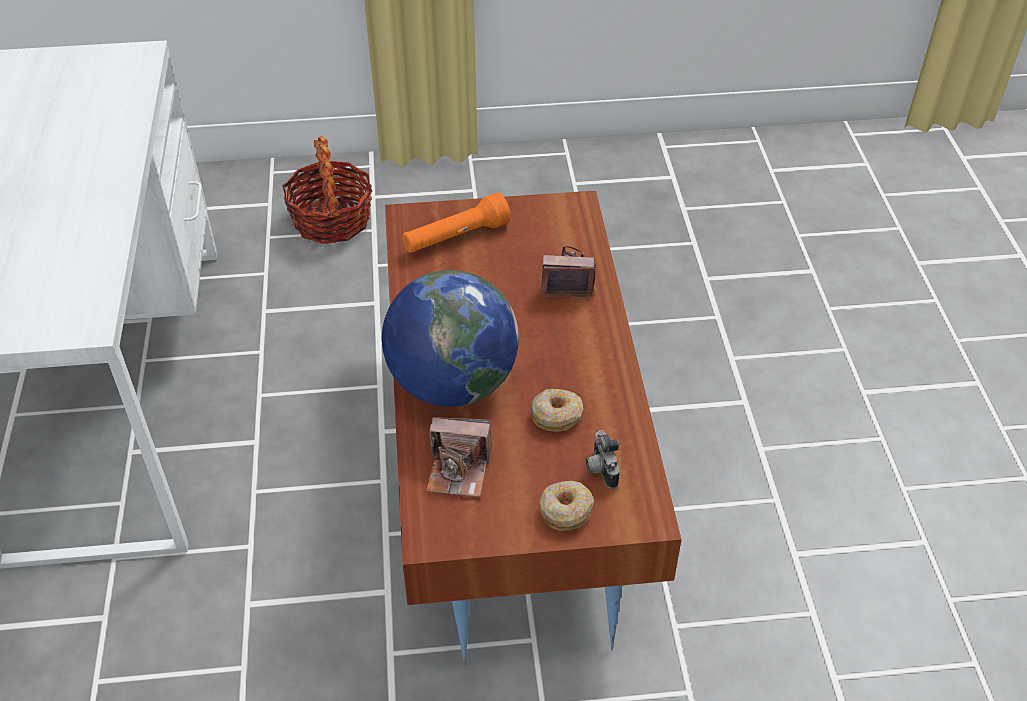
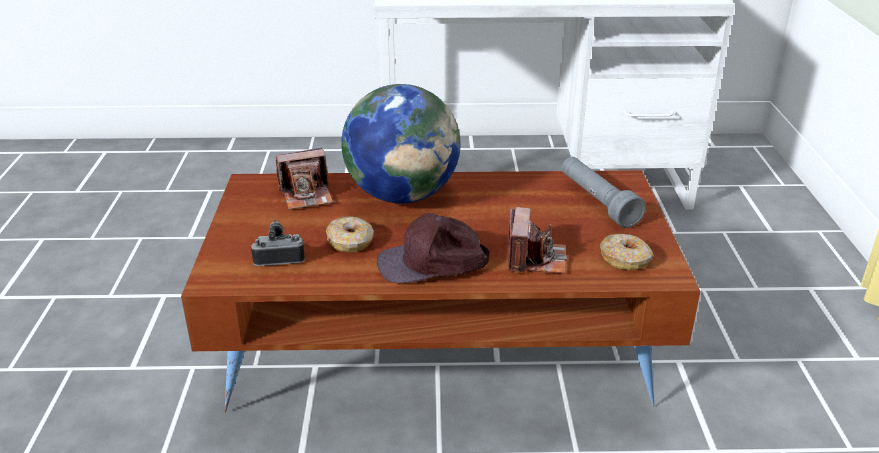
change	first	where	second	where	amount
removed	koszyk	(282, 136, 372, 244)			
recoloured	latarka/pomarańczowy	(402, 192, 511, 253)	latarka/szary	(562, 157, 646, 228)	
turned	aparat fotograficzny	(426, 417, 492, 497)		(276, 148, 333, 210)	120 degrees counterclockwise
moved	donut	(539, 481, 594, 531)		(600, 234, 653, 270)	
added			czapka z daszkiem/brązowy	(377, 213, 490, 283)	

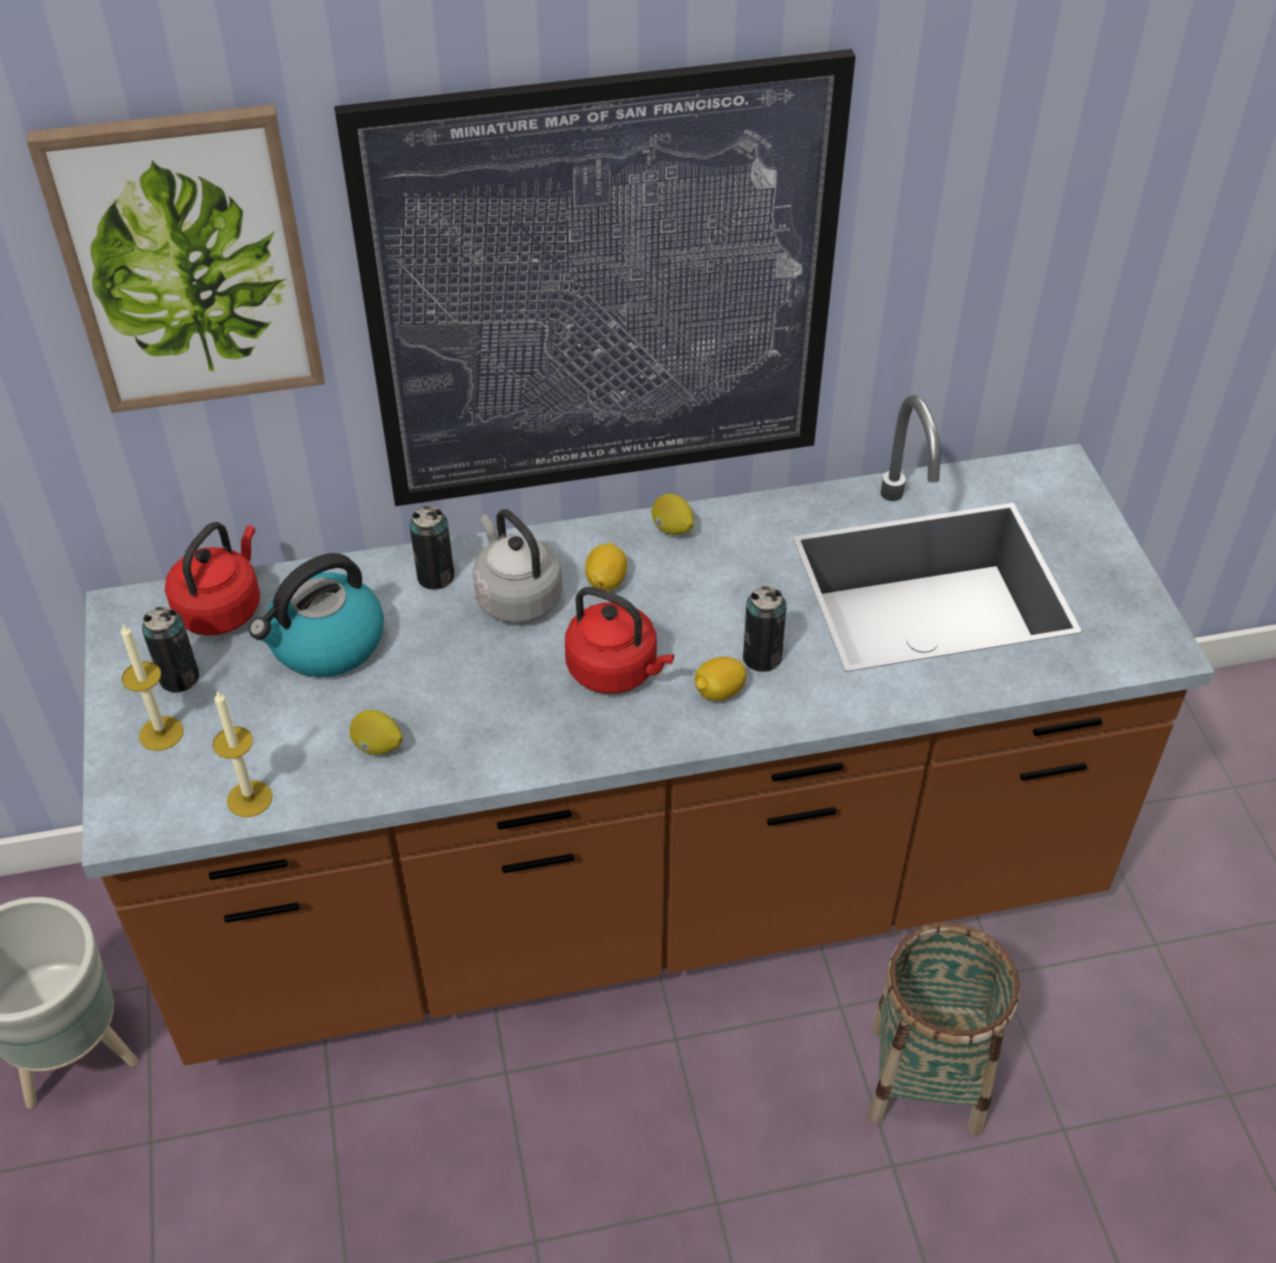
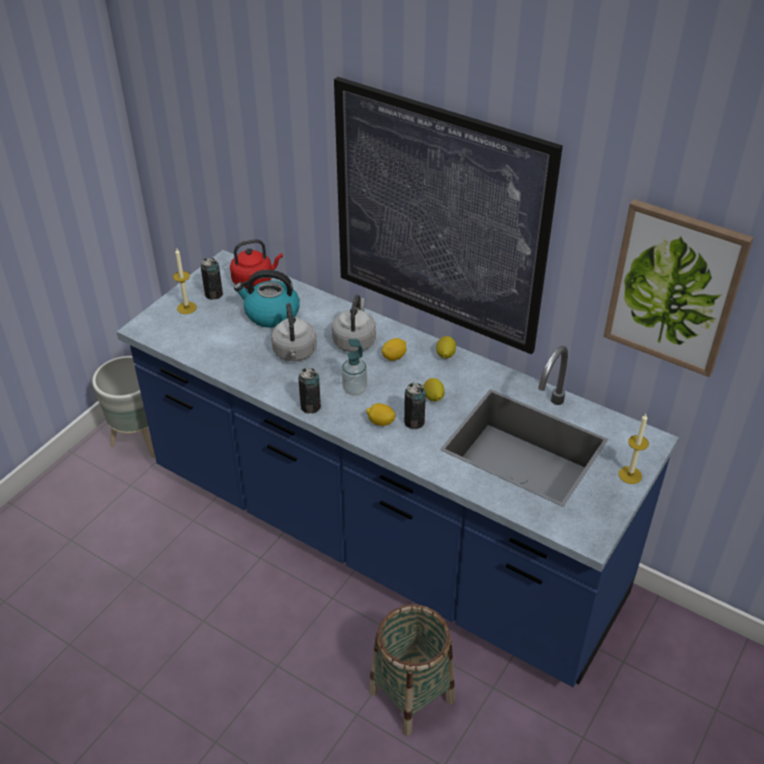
change	first	where	second	where	amount
moved	obraz	(27, 104, 325, 413)		(603, 199, 754, 377)	
recoloured	zabudowa kuchenna/brązowy	(82, 395, 1214, 1065)	zabudowa kuchenna/niebieski	(117, 250, 679, 687)	
moved	puszka	(409, 506, 454, 590)		(298, 368, 321, 413)	
replaced	czajnik/czerwony	(565, 587, 674, 694)	dozownik mydła	(342, 339, 367, 395)	
moved	świeca	(212, 690, 273, 817)		(619, 414, 649, 484)	
moved	cytryna	(350, 710, 403, 755)		(423, 378, 444, 401)	
added			czajnik/szary	(271, 303, 317, 361)	

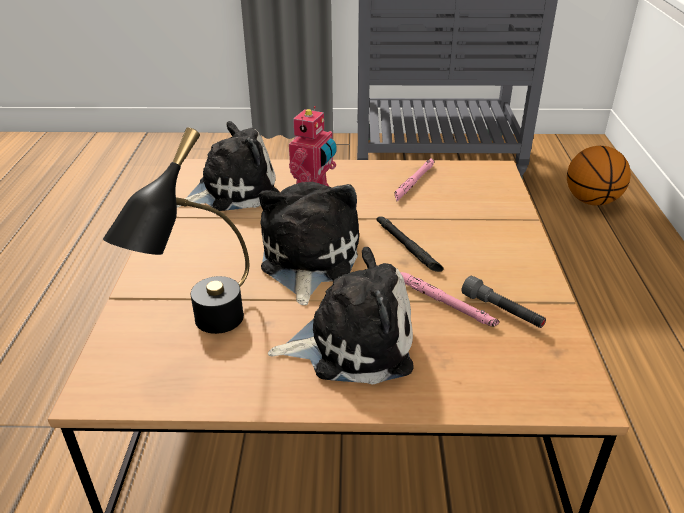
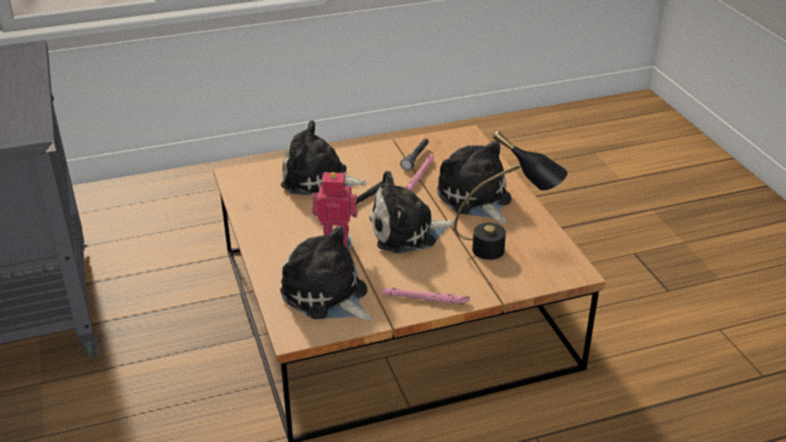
change	first	where	second	where	amount
removed	piłka do koszykówki	(567, 146, 631, 206)			
moved	latarka/różowy	(395, 158, 434, 201)		(382, 287, 470, 304)	
added			pluszak	(281, 120, 367, 196)	

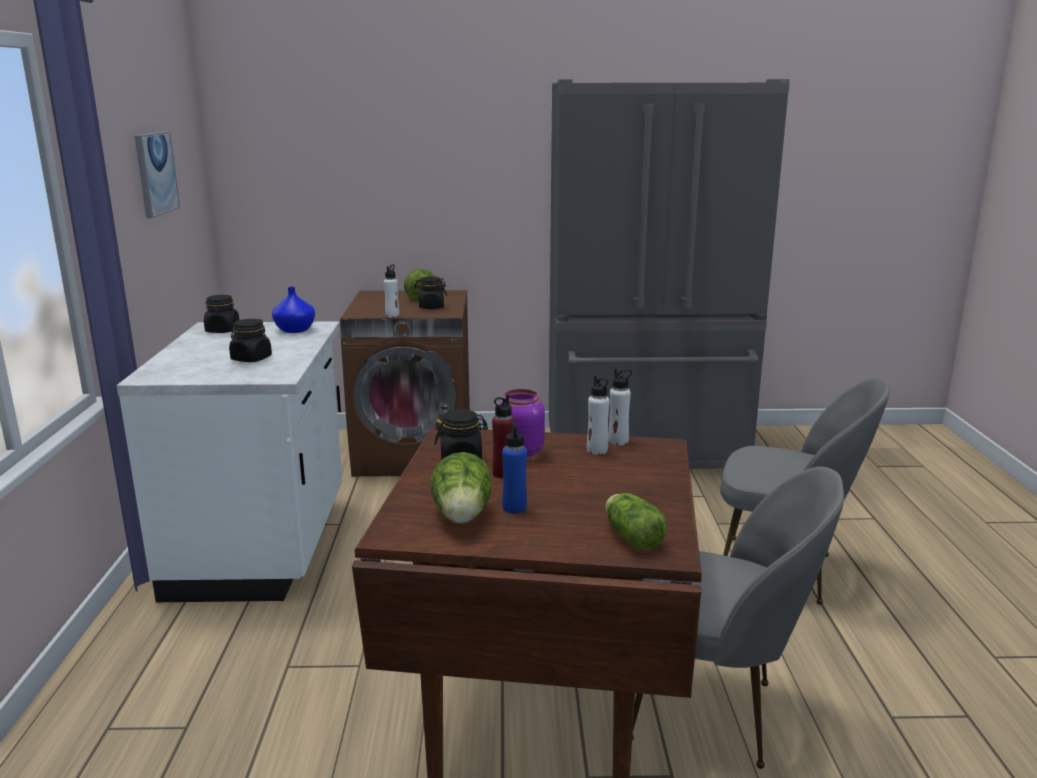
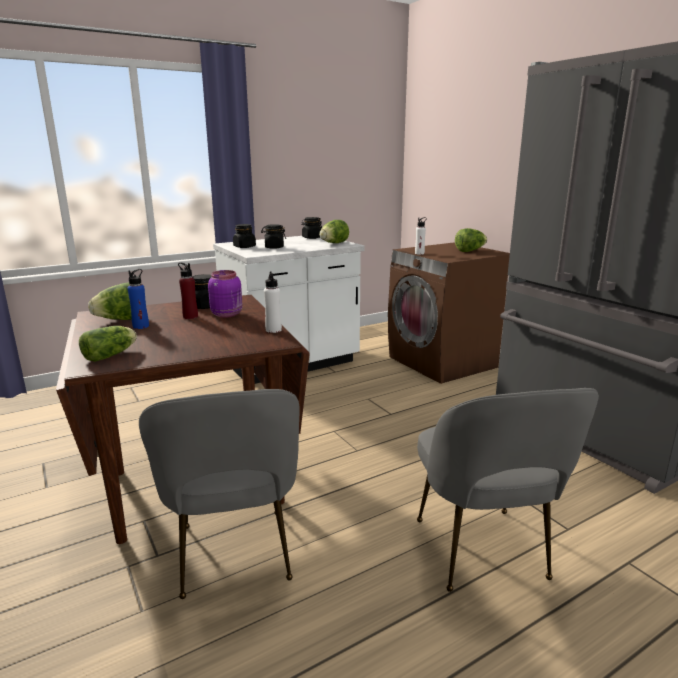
change	first	where	second	where	amount
removed	obraz	(135, 132, 180, 218)			
moved	słoik/czarny	(414, 277, 447, 309)		(233, 224, 256, 248)	
replaced	wazon/niebieski	(272, 287, 315, 333)	sałata	(319, 220, 349, 243)	
removed	butelka/biały	(587, 375, 610, 455)			

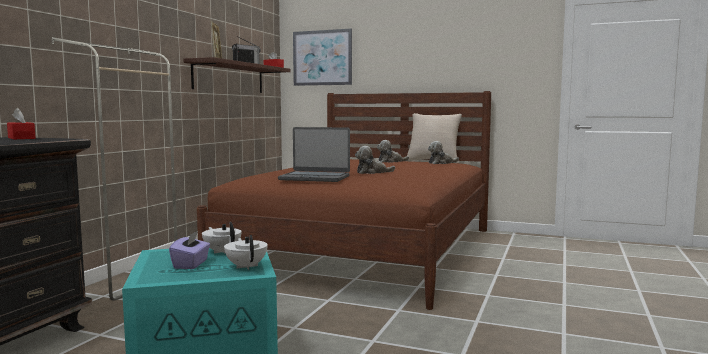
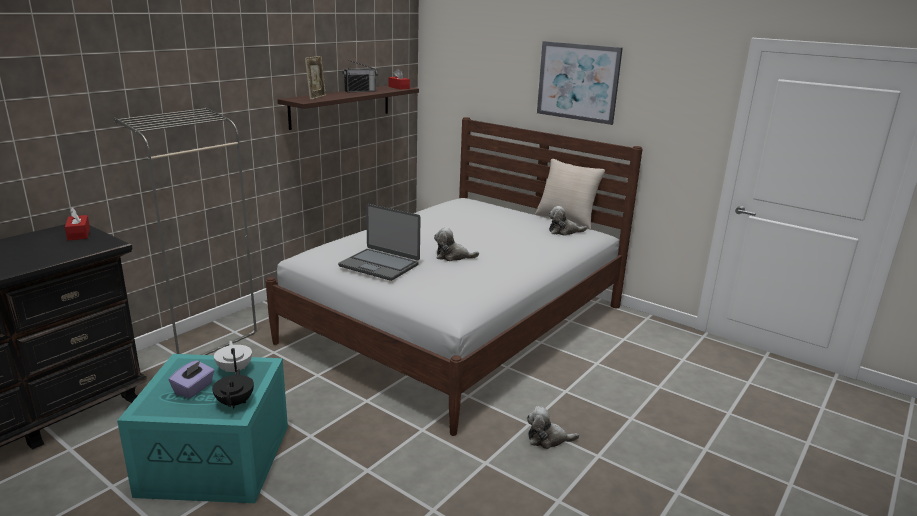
change	first	where	second	where	amount
moved	obraz	(293, 29, 352, 86)		(537, 41, 623, 125)	
recoloured	łóżko/brązowy	(197, 91, 491, 310)	łóżko/biały	(266, 117, 643, 436)	
moved	pluszak	(377, 140, 409, 163)		(527, 406, 579, 449)	
recoloured	imbryk/biały	(224, 235, 268, 270)	imbryk/czarny	(212, 369, 254, 409)	

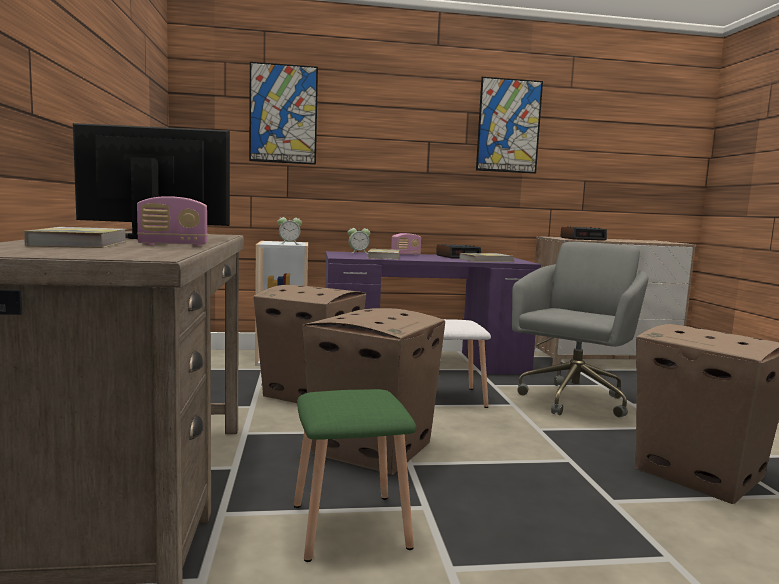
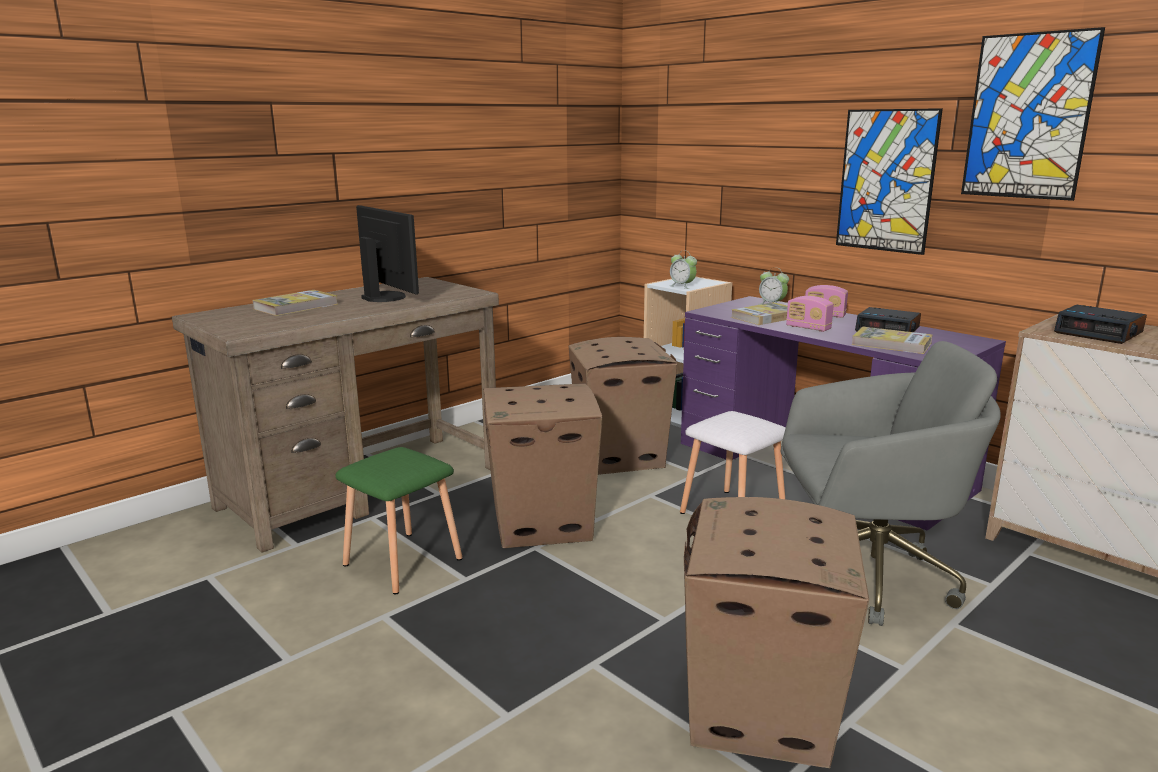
change	first	where	second	where	amount
moved	obraz	(249, 62, 318, 165)		(836, 108, 943, 255)	
moved	radio	(137, 196, 208, 246)		(786, 296, 834, 332)	

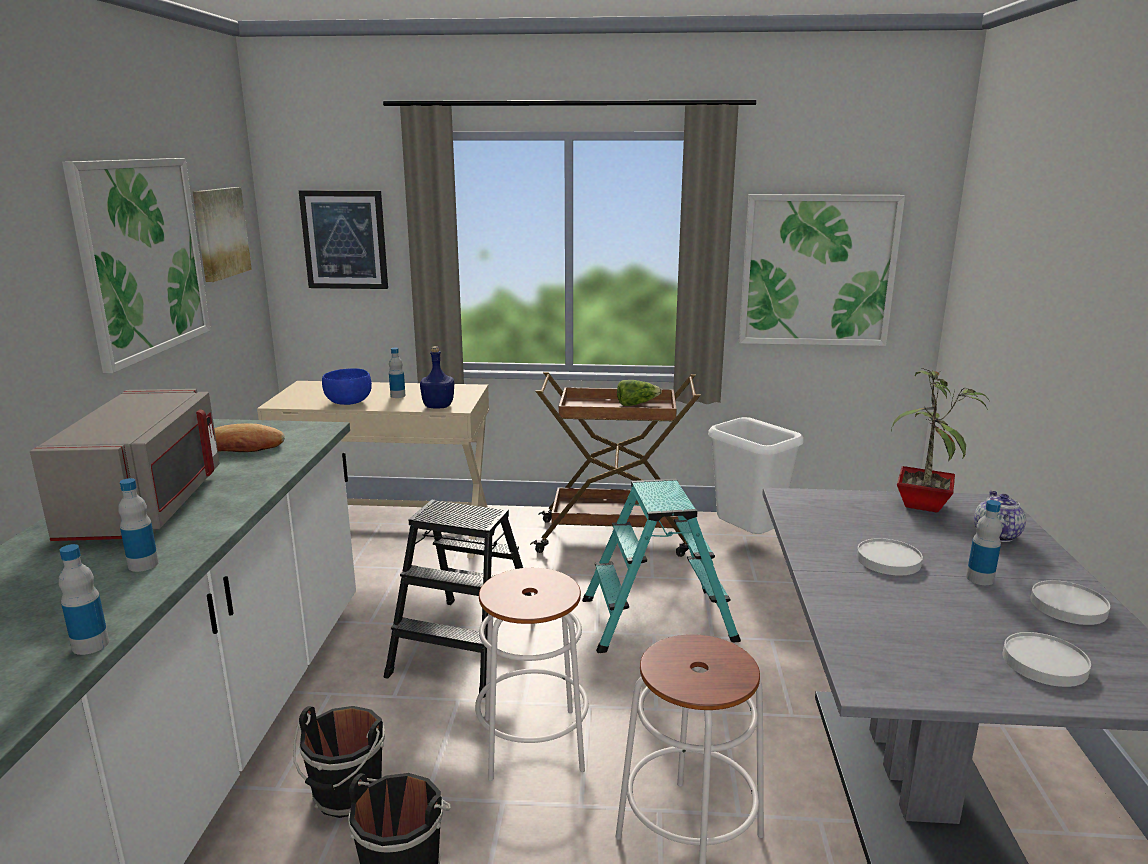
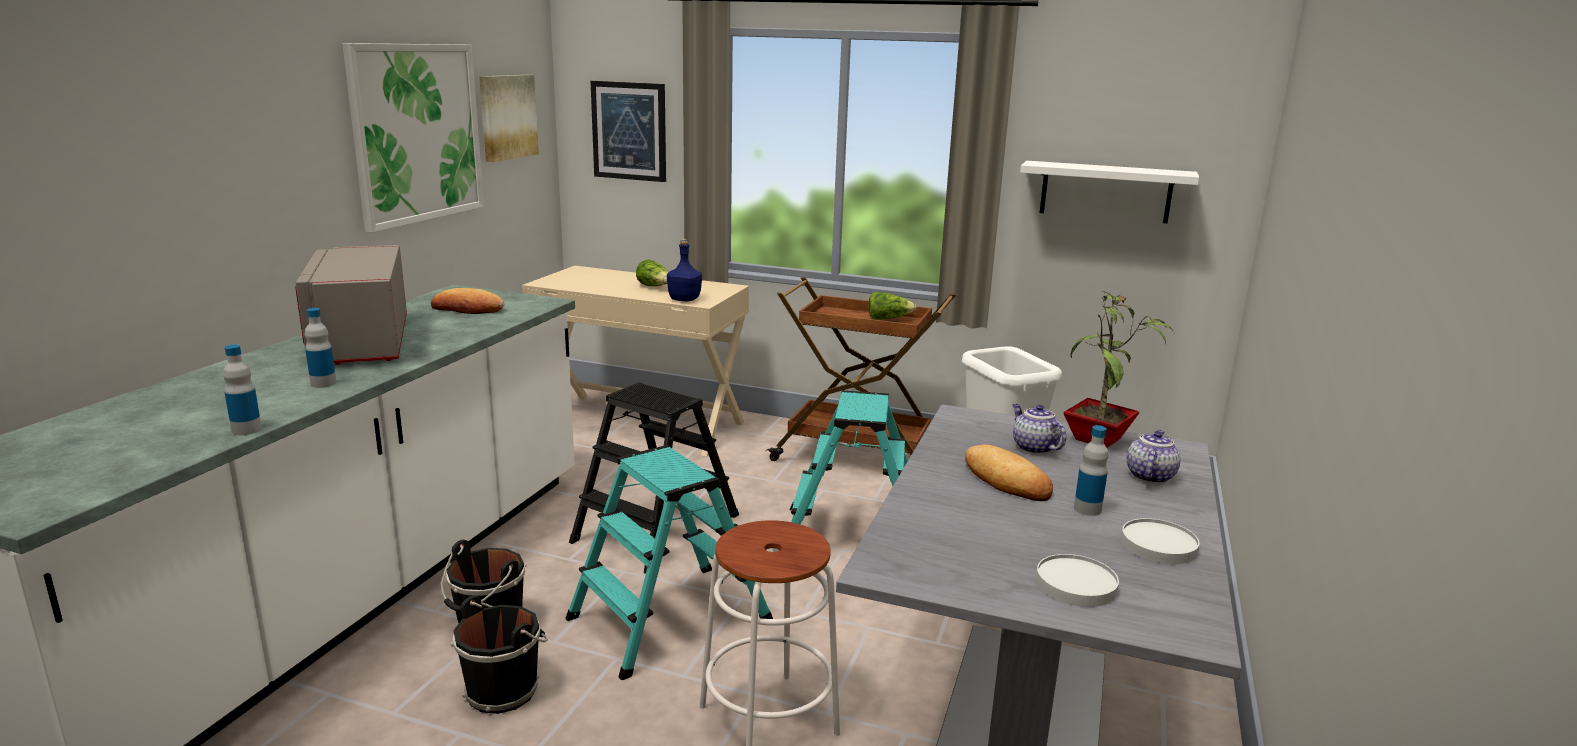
change	first	where	second	where	amount
replaced	obraz	(739, 194, 905, 346)	półka/biały	(1020, 161, 1199, 223)	
replaced	butelka	(389, 348, 406, 398)	sałata	(636, 259, 669, 286)	
removed	miska/niebieski	(322, 368, 372, 405)			
turned	mikrofalówka/szary	(30, 389, 220, 541)		(295, 245, 407, 364)	150 degrees clockwise
replaced	talerz/biały	(857, 538, 923, 575)	chleb	(965, 444, 1053, 501)	
replaced	stołek/biały	(475, 568, 589, 781)	drabinka/turkusowy	(565, 445, 773, 680)	
added			imbryk	(1012, 404, 1066, 454)	

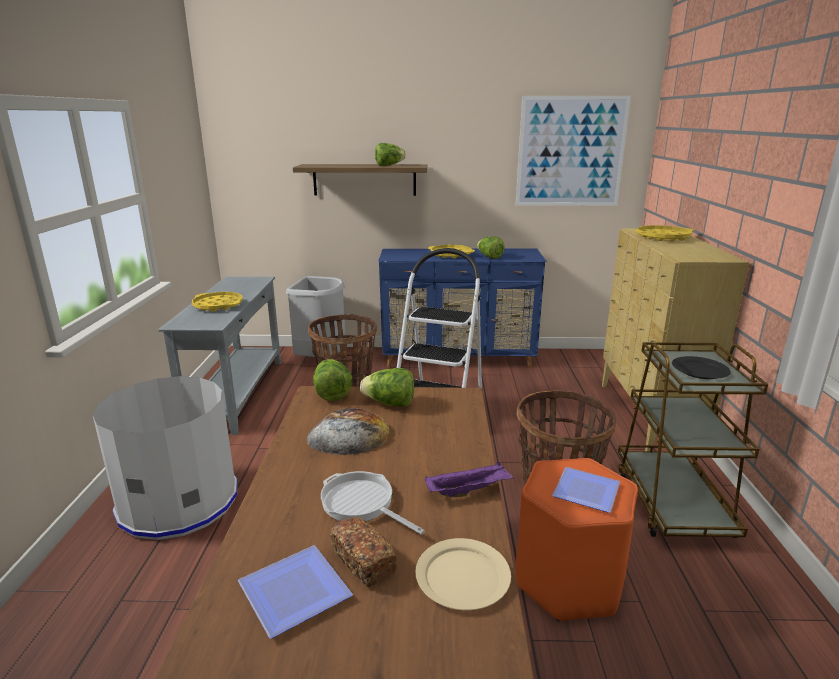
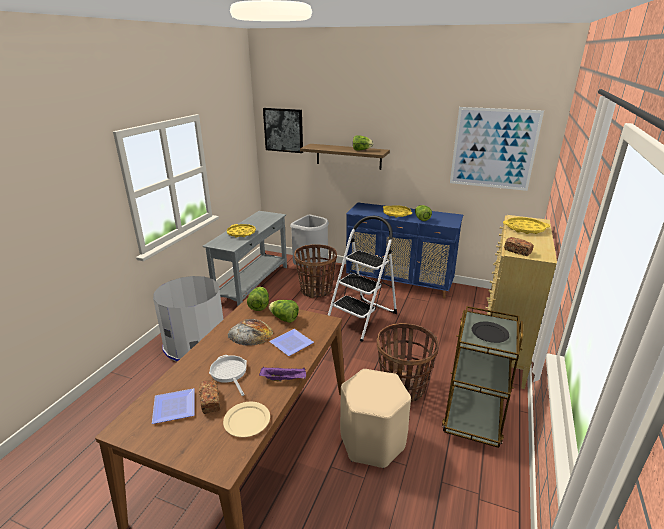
change	first	where	second	where	amount
recoloured	stołek/pomarańczowy	(516, 458, 638, 621)	stołek/beżowy	(340, 369, 411, 468)	
moved	talerz	(552, 467, 620, 513)		(269, 329, 314, 356)	
added			obraz	(263, 108, 303, 153)	
added			chleb	(504, 237, 534, 256)	

